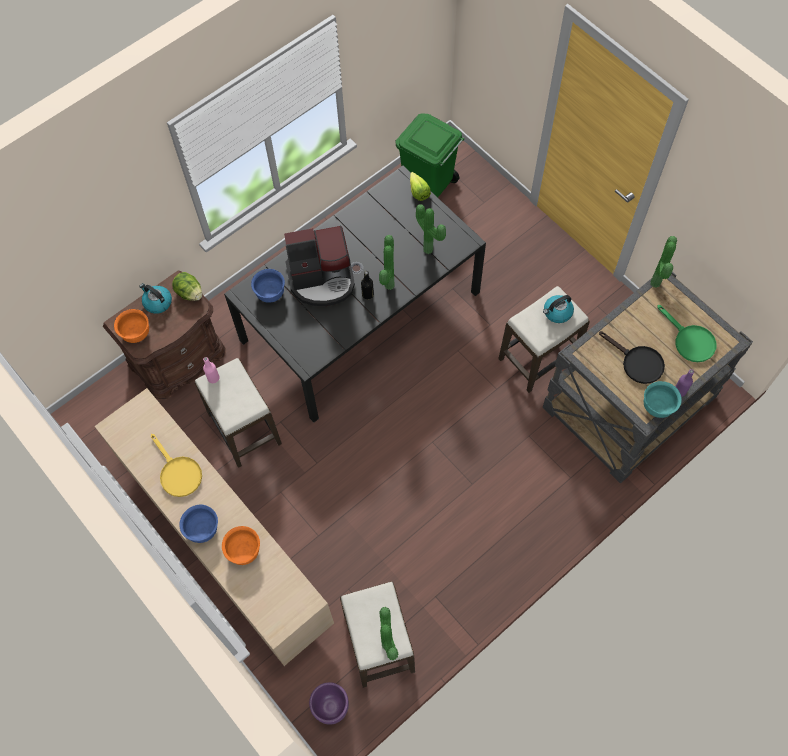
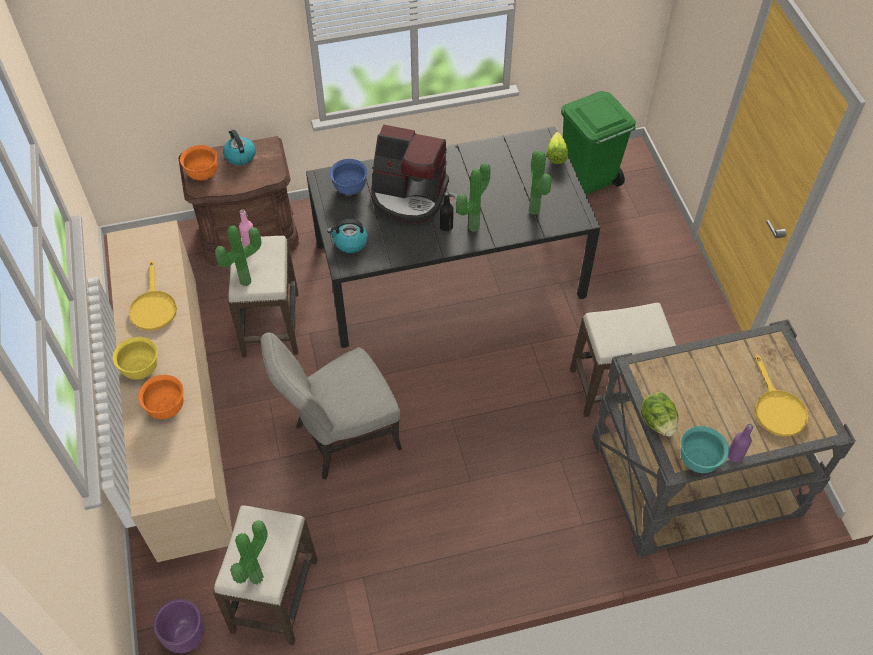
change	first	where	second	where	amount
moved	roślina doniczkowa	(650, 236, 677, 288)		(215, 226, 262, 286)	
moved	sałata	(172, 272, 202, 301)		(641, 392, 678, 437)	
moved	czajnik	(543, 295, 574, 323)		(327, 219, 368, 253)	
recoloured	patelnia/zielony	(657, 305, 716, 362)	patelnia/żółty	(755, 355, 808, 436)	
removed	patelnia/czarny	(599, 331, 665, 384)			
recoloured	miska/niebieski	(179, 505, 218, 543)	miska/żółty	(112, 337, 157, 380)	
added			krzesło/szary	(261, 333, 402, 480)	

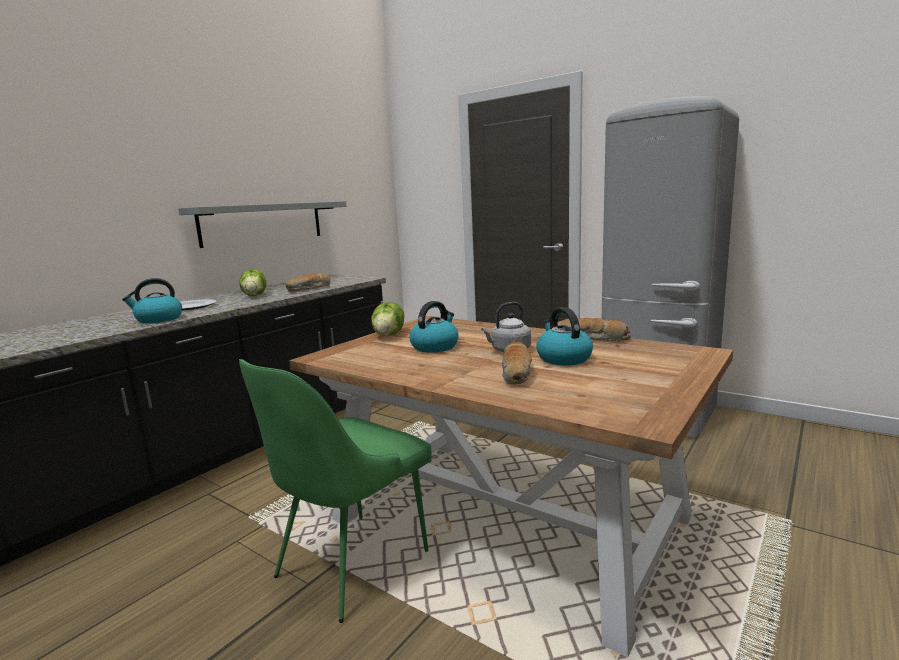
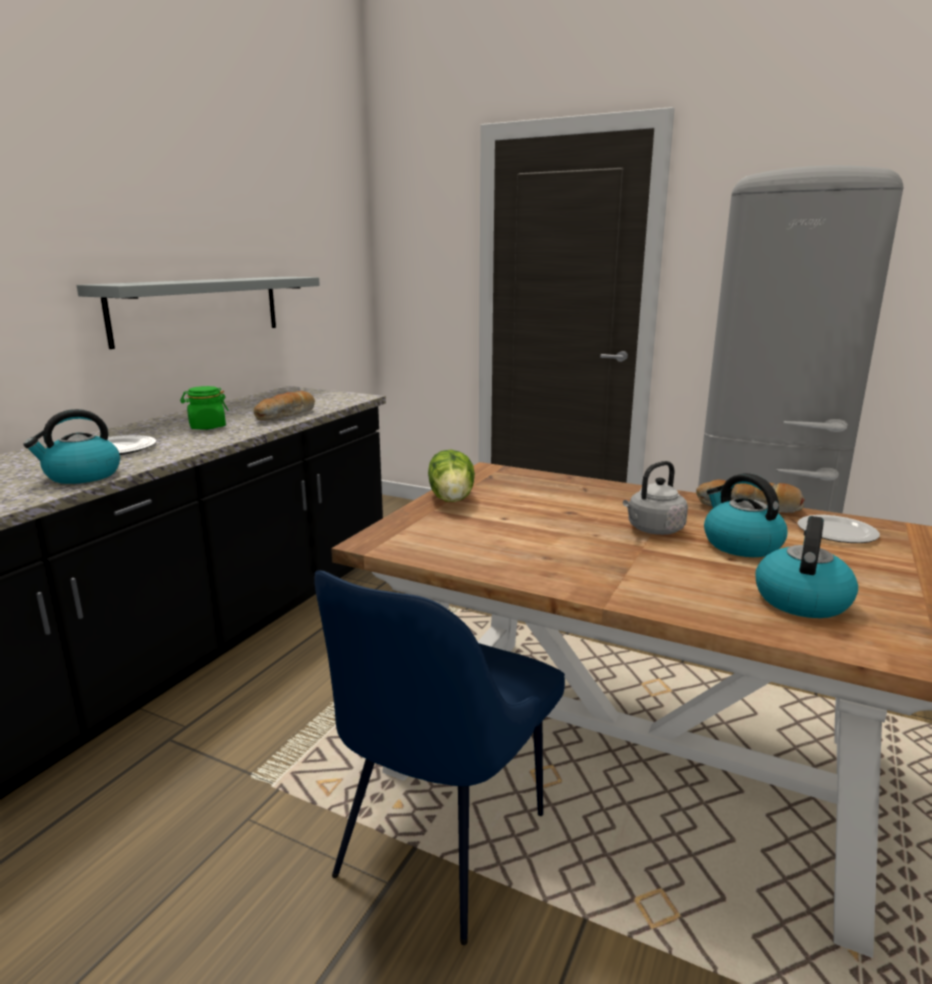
change	first	where	second	where	amount
replaced	sałata	(239, 269, 266, 296)	słoik/zielony	(180, 386, 229, 430)	
moved	czajnik	(409, 301, 459, 353)		(755, 516, 858, 618)	
removed	chleb	(502, 342, 532, 384)			
recoloured	krzesło/zielony	(239, 359, 432, 623)	krzesło/niebieski	(314, 571, 565, 945)	
added			talerz	(798, 515, 880, 543)	

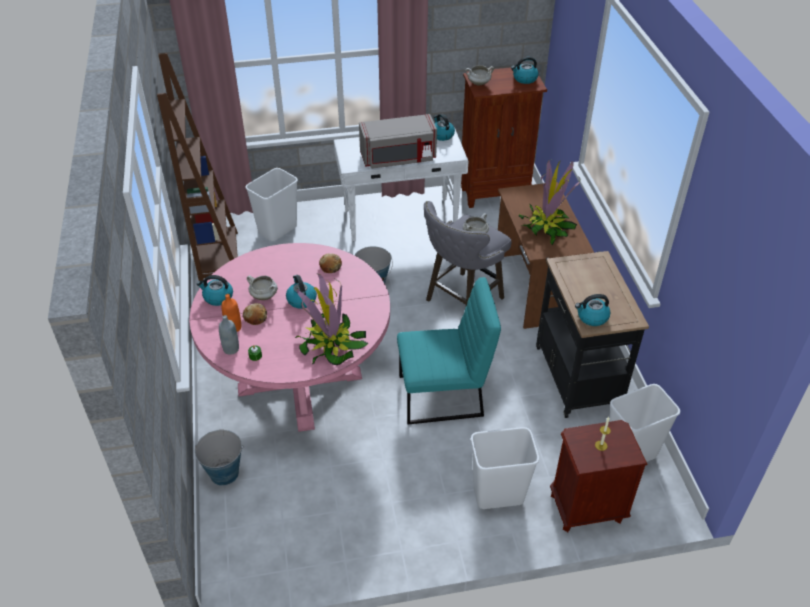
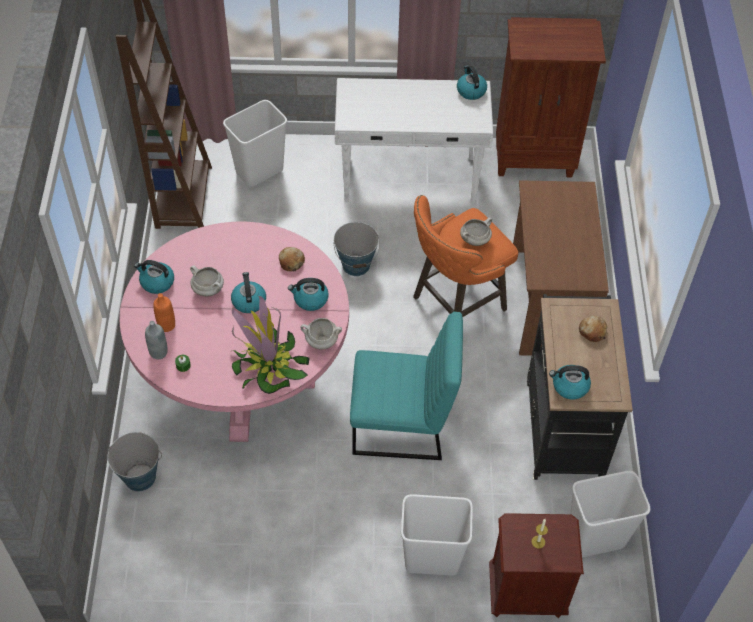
change	first	where	second	where	amount
moved	czajnik	(511, 57, 539, 84)		(288, 278, 329, 311)	
moved	garnek/biały	(465, 65, 494, 86)		(300, 318, 342, 350)	
removed	mikrofalówka/szary	(359, 114, 437, 169)			
removed	roślina doniczkowa	(519, 159, 581, 246)			
recoloured	stołek/szary	(424, 201, 512, 306)	stołek/pomarańczowy	(413, 195, 518, 317)	
moved	chleb	(243, 303, 267, 325)		(579, 316, 608, 342)	

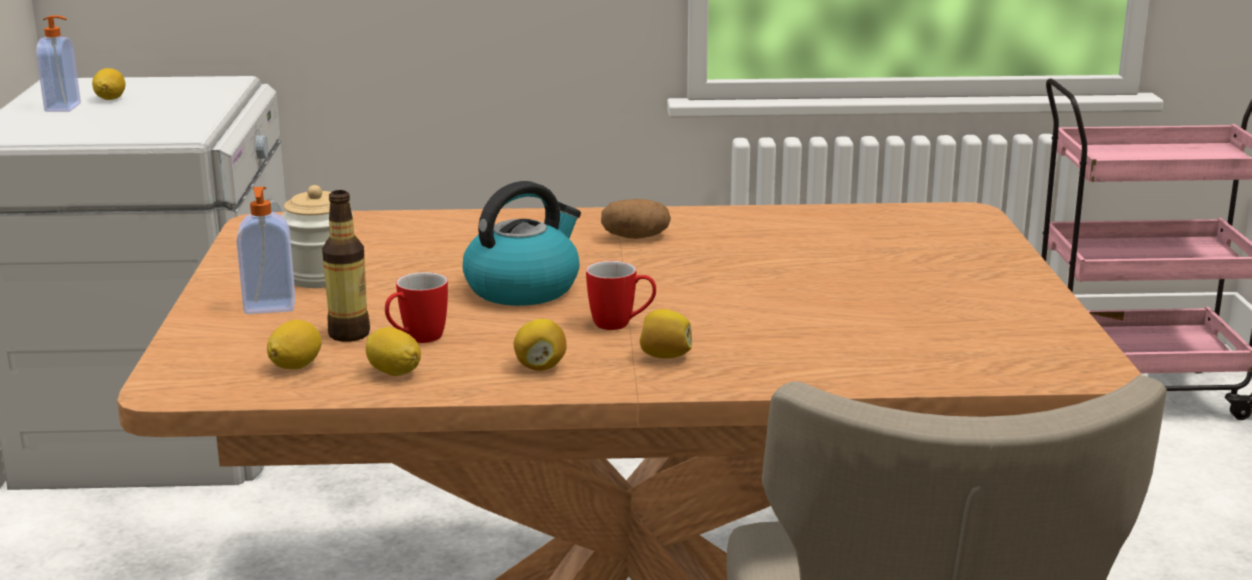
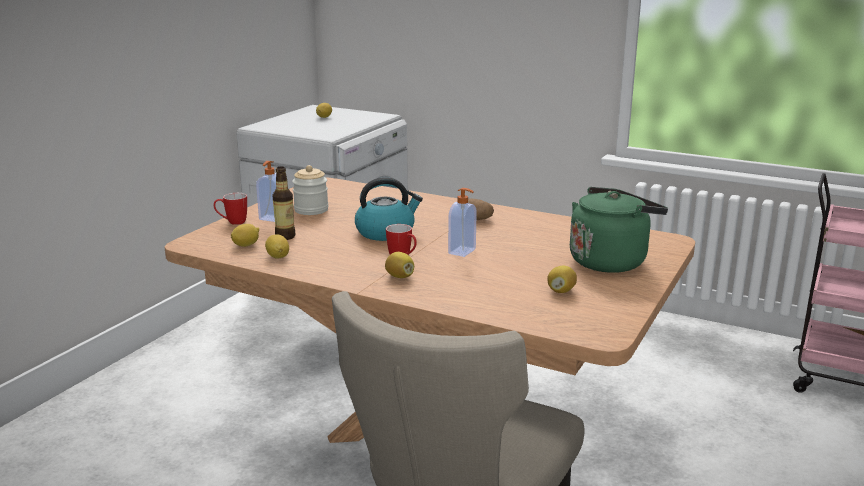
change	first	where	second	where	amount
moved	dozownik mydła	(36, 15, 81, 112)		(448, 188, 477, 257)	
moved	kubek	(385, 272, 448, 343)		(214, 193, 247, 225)	
moved	cytryna	(514, 319, 567, 371)		(547, 266, 577, 293)	
added			czajnik/zielony	(570, 187, 668, 273)	

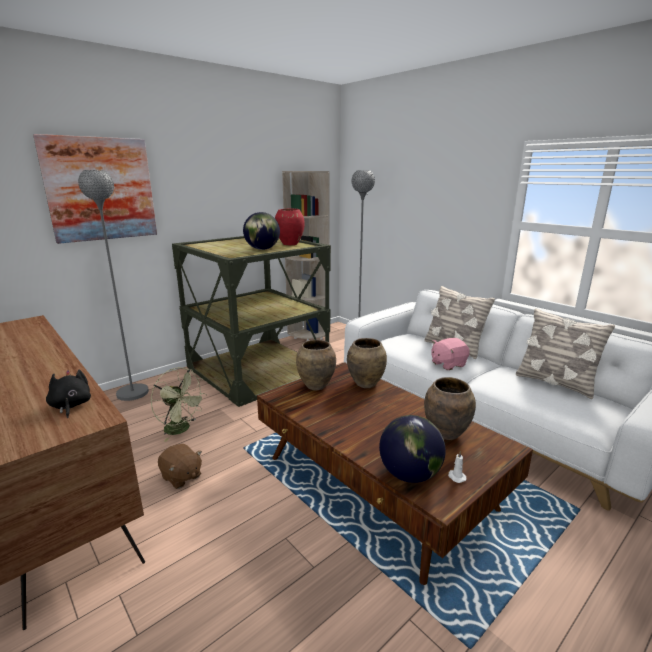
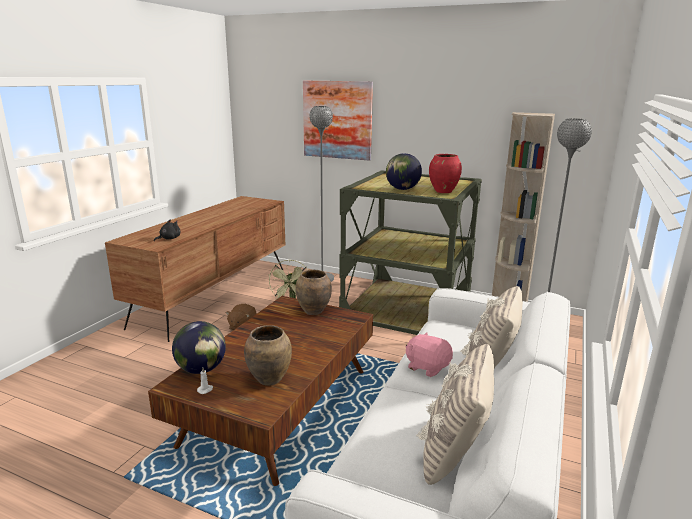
change	first	where	second	where	amount
removed	wazon/brązowy	(347, 338, 387, 388)			

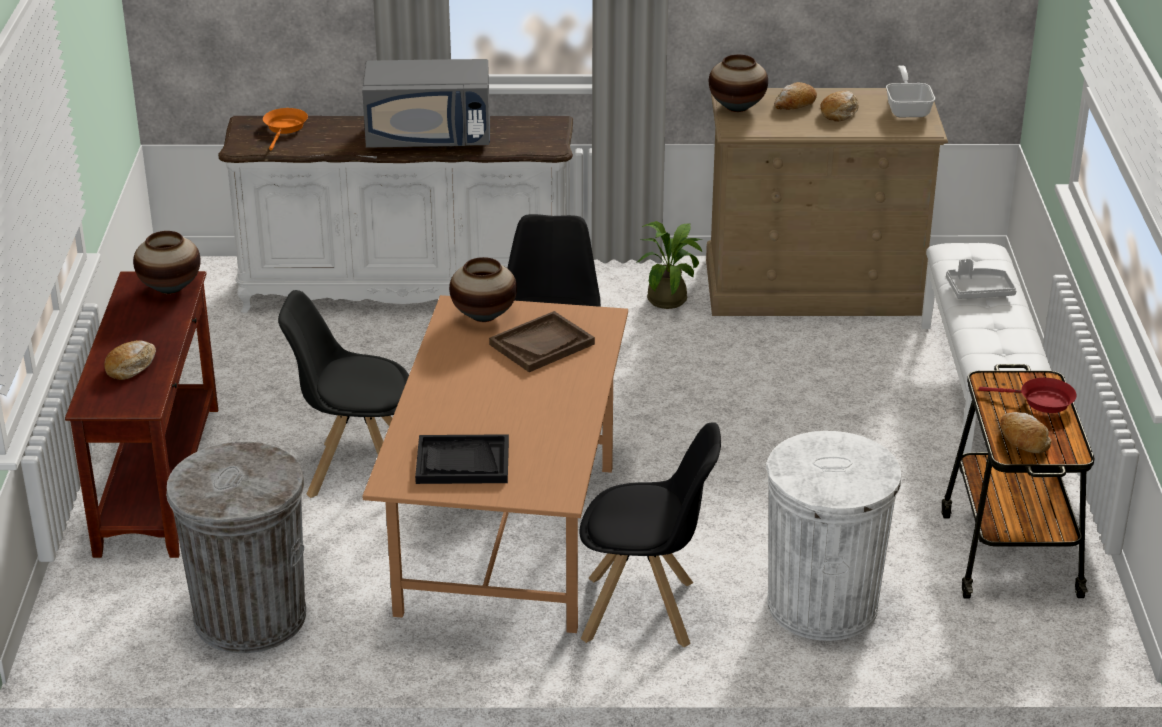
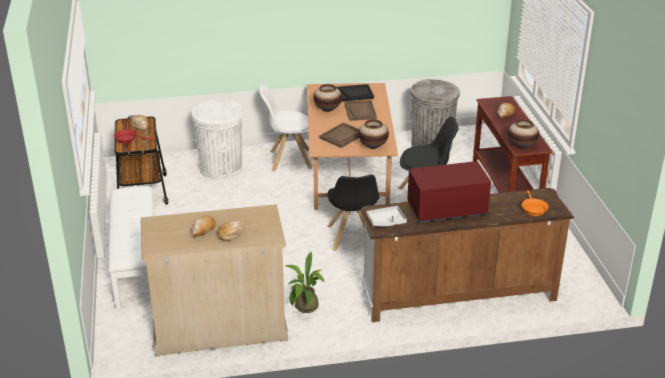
change	first	where	second	where	amount
moved	wazon	(709, 54, 768, 112)		(313, 84, 342, 112)	
recoloured	mikrofalówka/szary	(362, 59, 490, 148)	mikrofalówka/czerwony	(407, 161, 491, 223)	
removed	patelnia	(886, 65, 935, 117)			
moved	taca/szary	(946, 259, 1017, 299)		(366, 206, 407, 226)	
recoloured	krzesło/czarny	(580, 422, 721, 647)	krzesło/biały	(260, 85, 312, 171)	
added			taca/brązowy	(345, 100, 377, 121)	

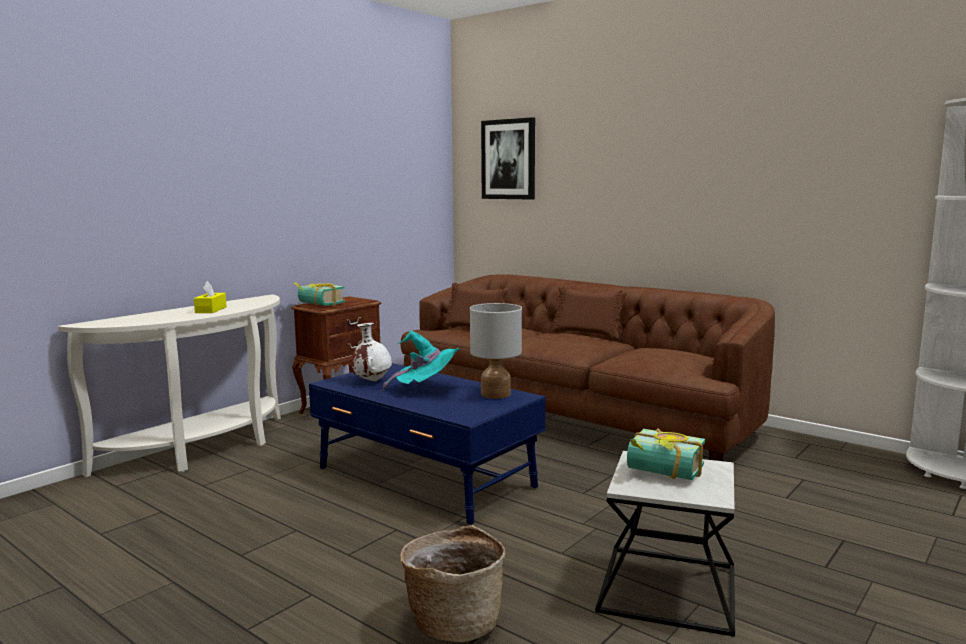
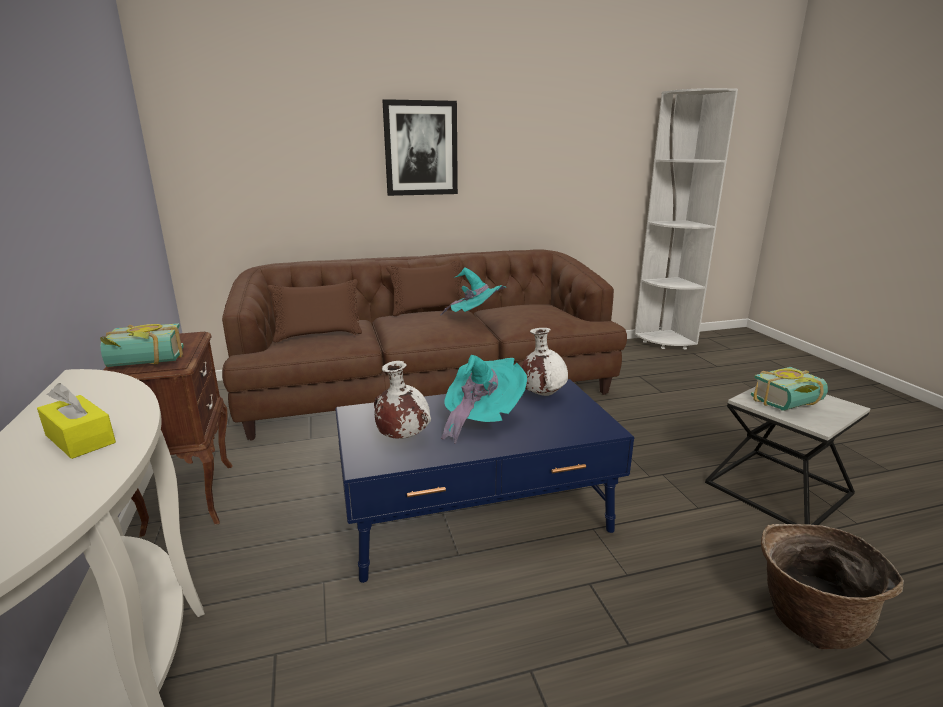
change	first	where	second	where	amount
moved	obraz	(481, 117, 535, 200)		(382, 99, 458, 196)	
replaced	lampa stołowa/szary	(470, 303, 522, 399)	wazon/biały	(521, 328, 568, 396)	
added			kapelusz/turkusowy	(440, 267, 507, 316)	

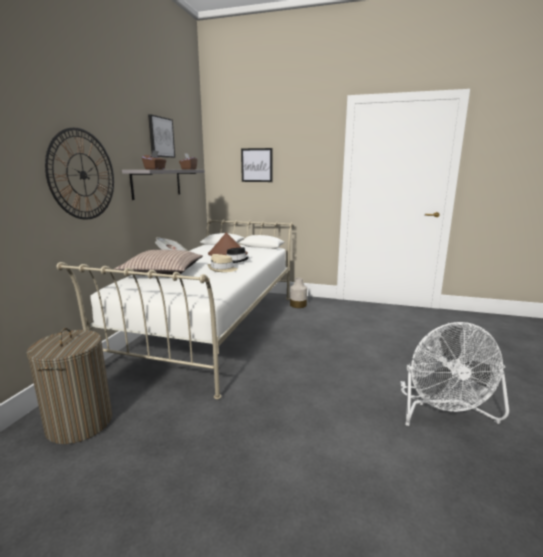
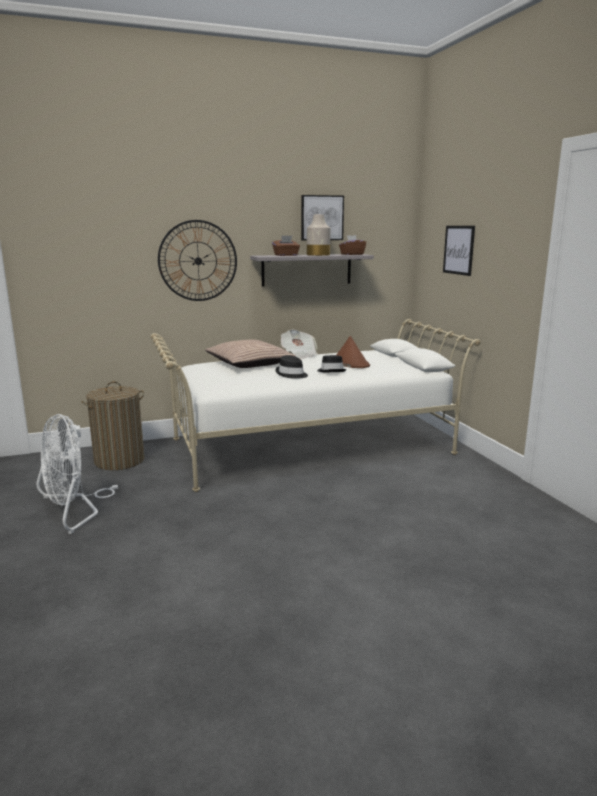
change	first	where	second	where	amount
recoloured	kapelusz/beżowy	(208, 254, 238, 272)	kapelusz/czarny	(276, 355, 308, 379)	
moved	wazon/beżowy	(290, 278, 307, 308)		(307, 214, 331, 256)	
moved	wentylator/biały	(400, 322, 509, 426)		(36, 414, 119, 534)	

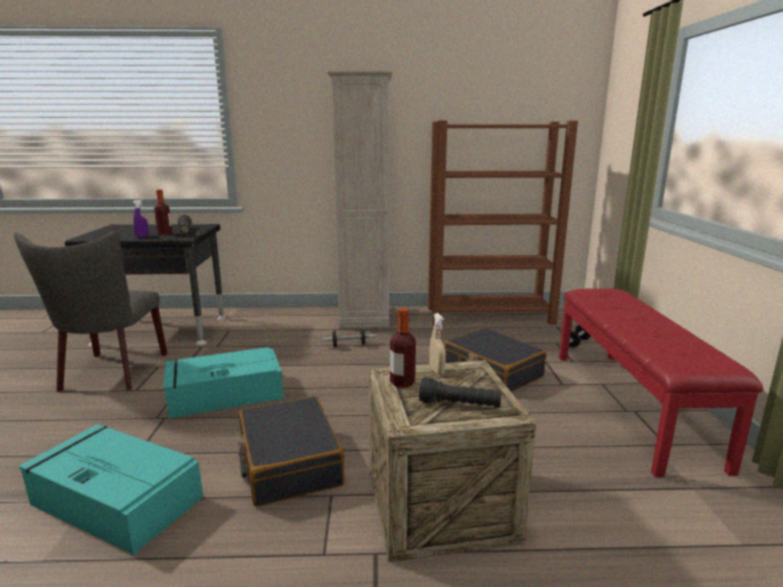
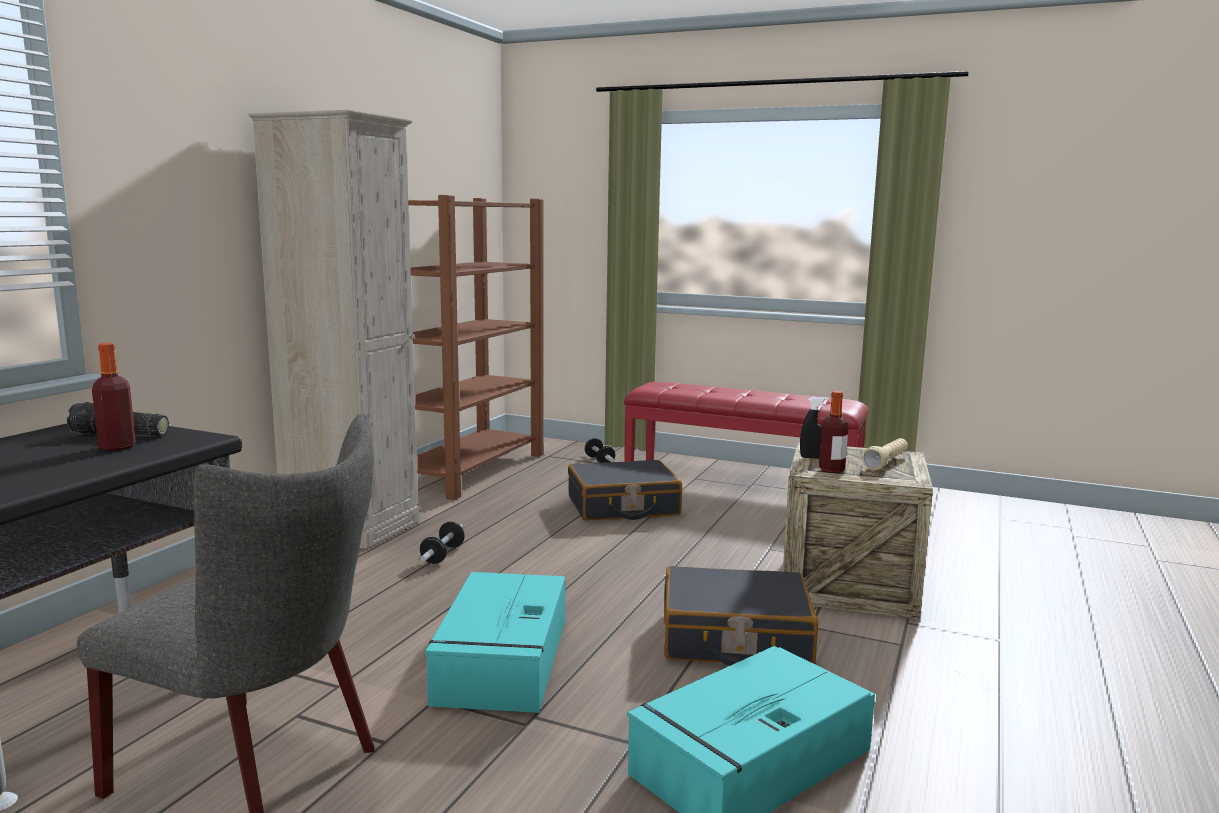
change	first	where	second	where	amount
removed	spryskiwacz/fioletowy	(133, 200, 149, 238)			
recoloured	spryskiwacz/beżowy	(429, 313, 446, 375)	spryskiwacz/czarny	(800, 397, 828, 459)	
recoloured	latarka/czarny	(419, 377, 502, 407)	latarka/beżowy	(862, 438, 908, 470)	

